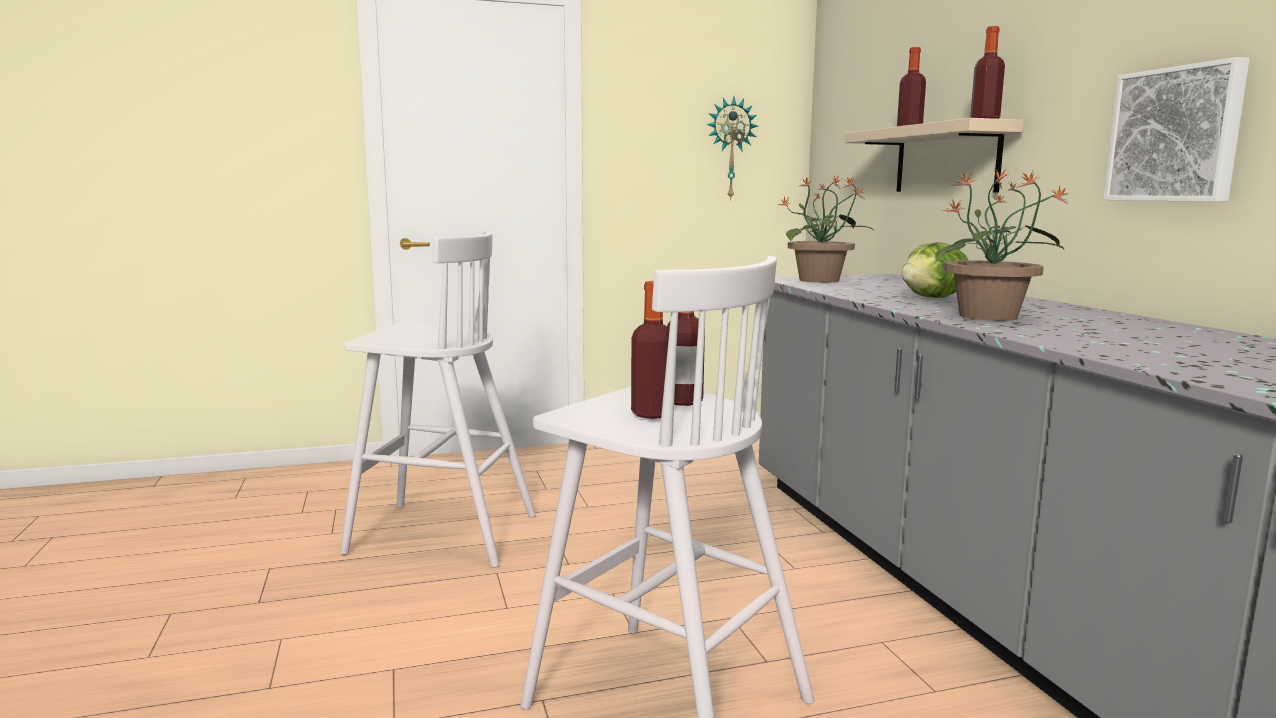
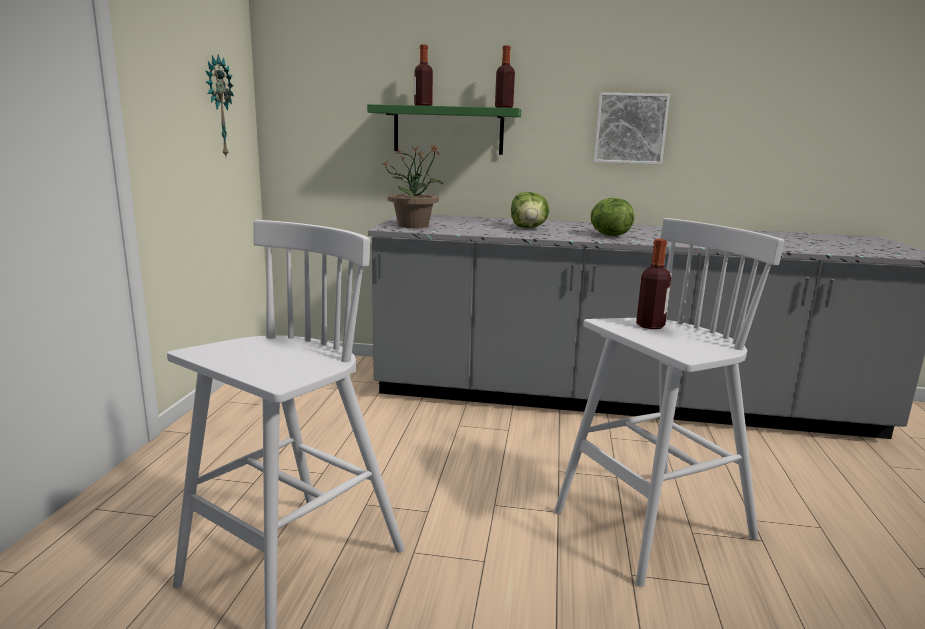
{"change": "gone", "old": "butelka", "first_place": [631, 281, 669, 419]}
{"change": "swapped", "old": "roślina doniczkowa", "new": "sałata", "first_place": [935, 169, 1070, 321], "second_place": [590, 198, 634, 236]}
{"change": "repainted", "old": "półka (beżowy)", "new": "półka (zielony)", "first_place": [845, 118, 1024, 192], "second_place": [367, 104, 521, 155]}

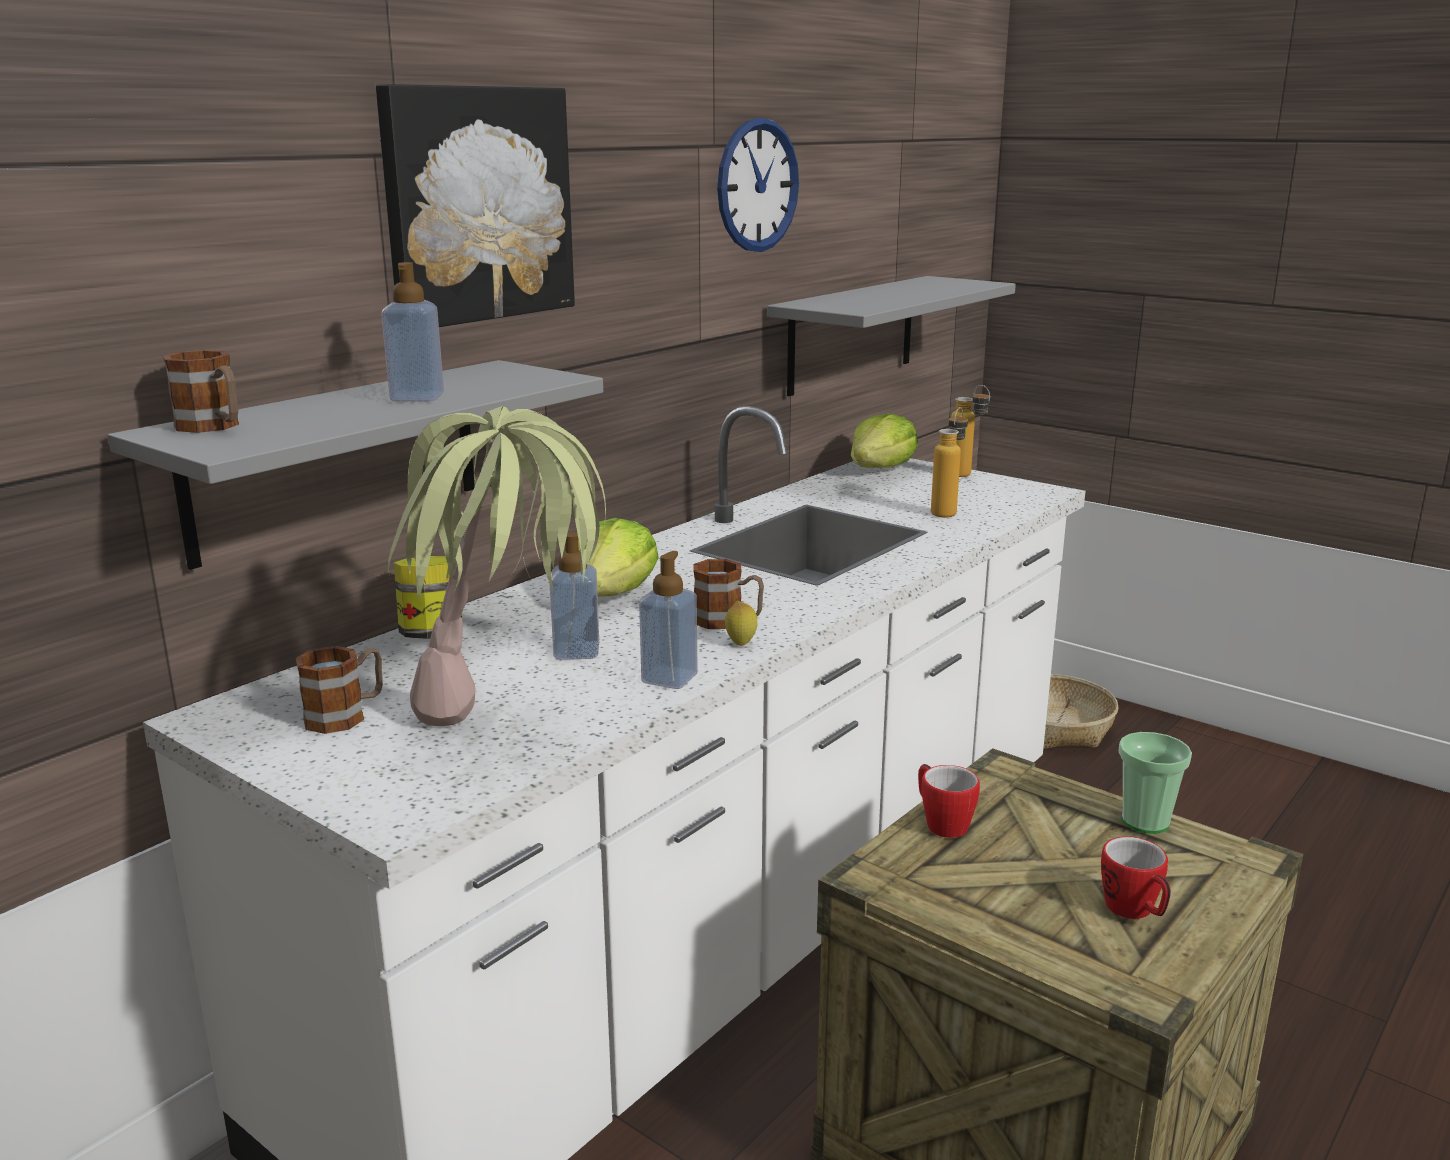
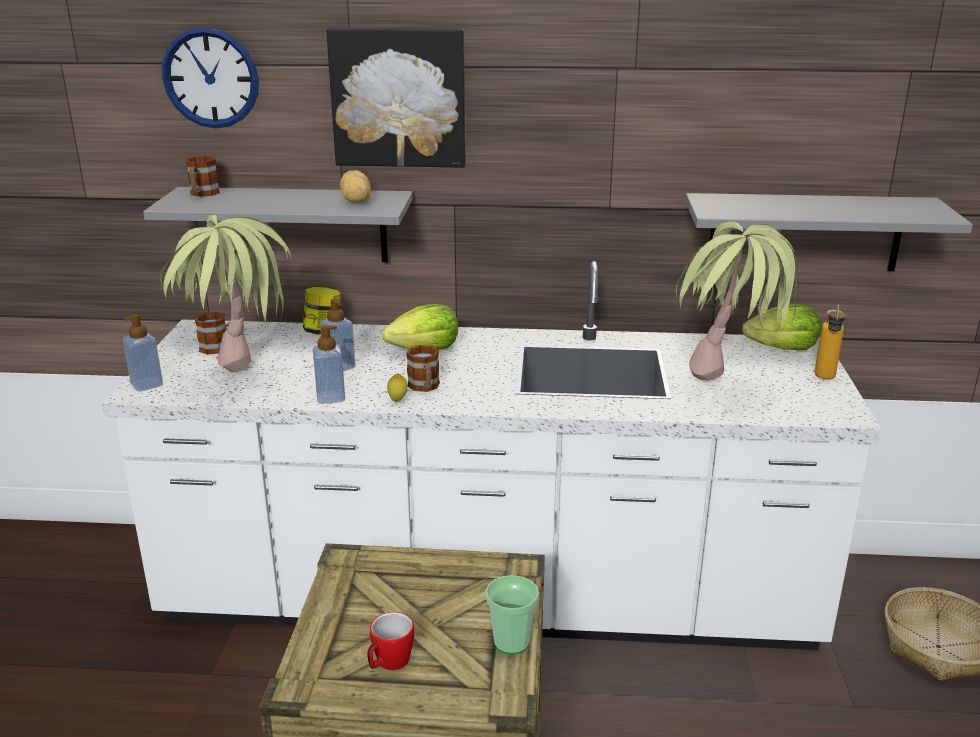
{"change": "gone", "old": "kubek", "first_place": [918, 764, 980, 838]}
{"change": "new", "new": "ziemniak", "second_place": [340, 170, 371, 203]}
{"change": "shifted", "old": "dozownik mydła", "first_place": [381, 262, 444, 401], "second_place": [123, 314, 163, 392]}
{"change": "shifted", "old": "zegar ścienny", "first_place": [717, 118, 799, 252], "second_place": [162, 27, 259, 128]}
{"change": "swapped", "old": "butelka", "new": "roślina doniczkowa", "first_place": [931, 407, 968, 518], "second_place": [676, 222, 797, 381]}

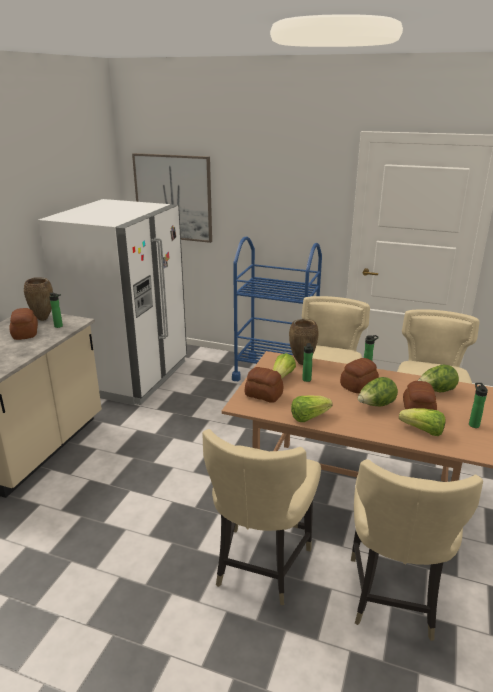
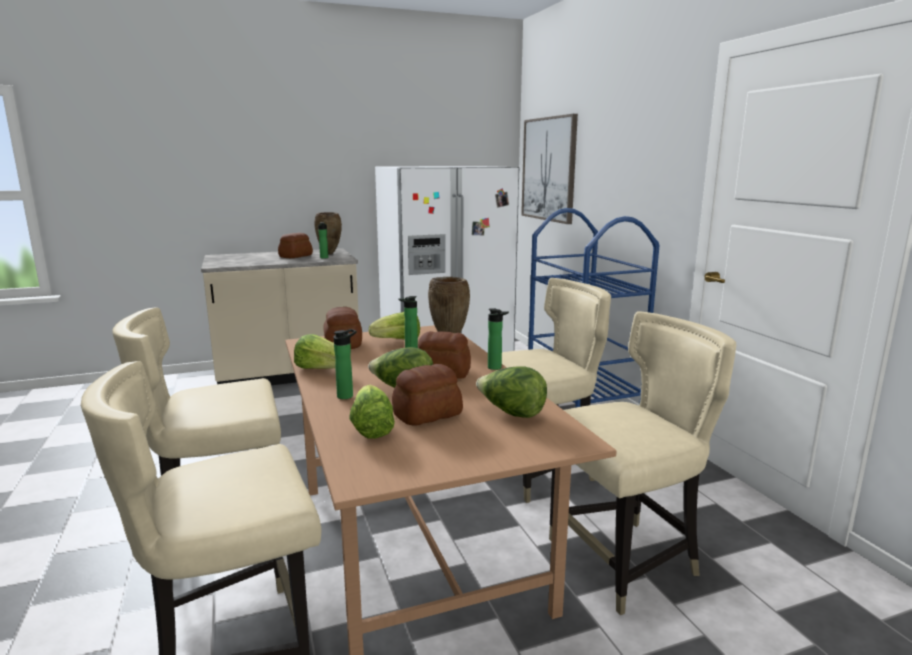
{"change": "shifted", "old": "butelka", "first_place": [469, 383, 488, 428], "second_place": [334, 329, 356, 399]}

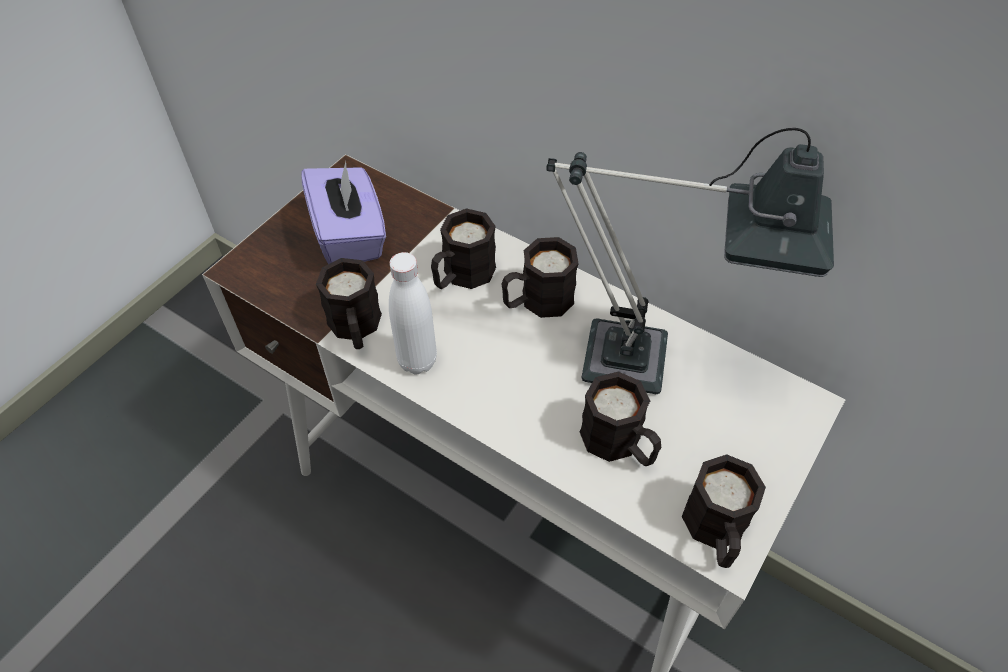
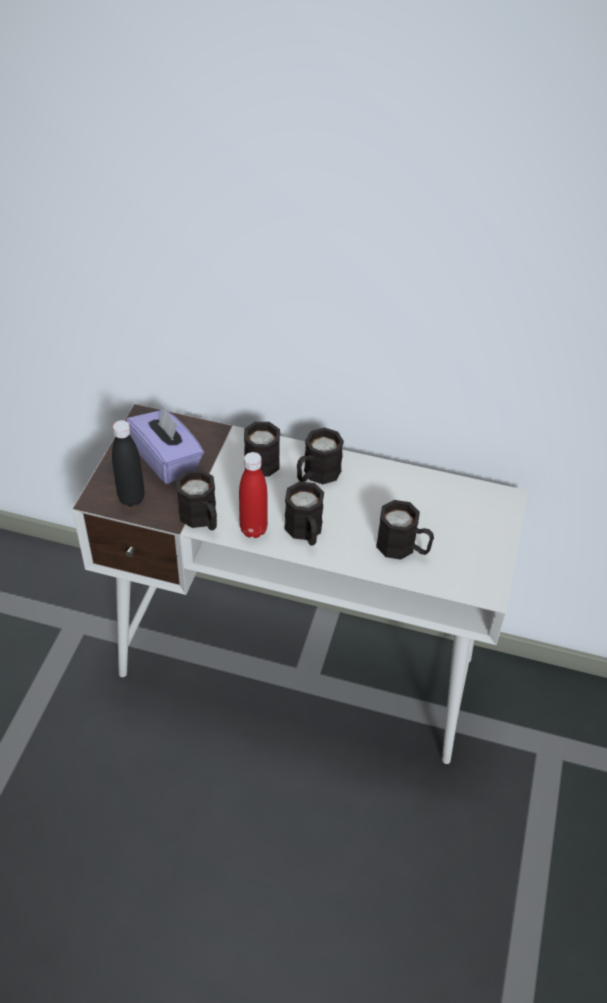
{"change": "gone", "old": "lampa stołowa", "first_place": [546, 128, 834, 394]}
{"change": "new", "new": "butelka (czarny)", "second_place": [112, 420, 145, 506]}
{"change": "shifted", "old": "kubek (czarny)", "first_place": [682, 454, 766, 568], "second_place": [284, 481, 324, 546]}
{"change": "repainted", "old": "butelka (biały)", "new": "butelka (czerwony)", "first_place": [389, 252, 437, 374], "second_place": [239, 452, 268, 538]}

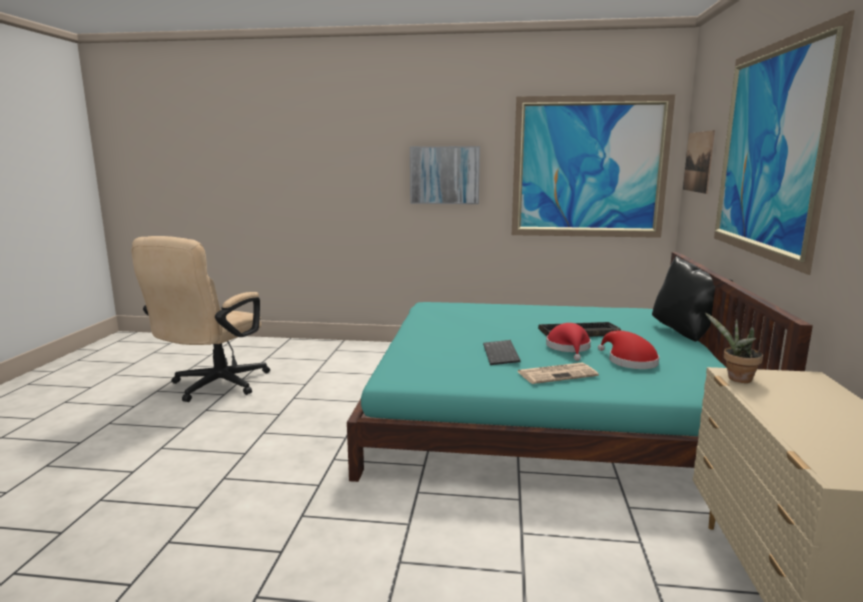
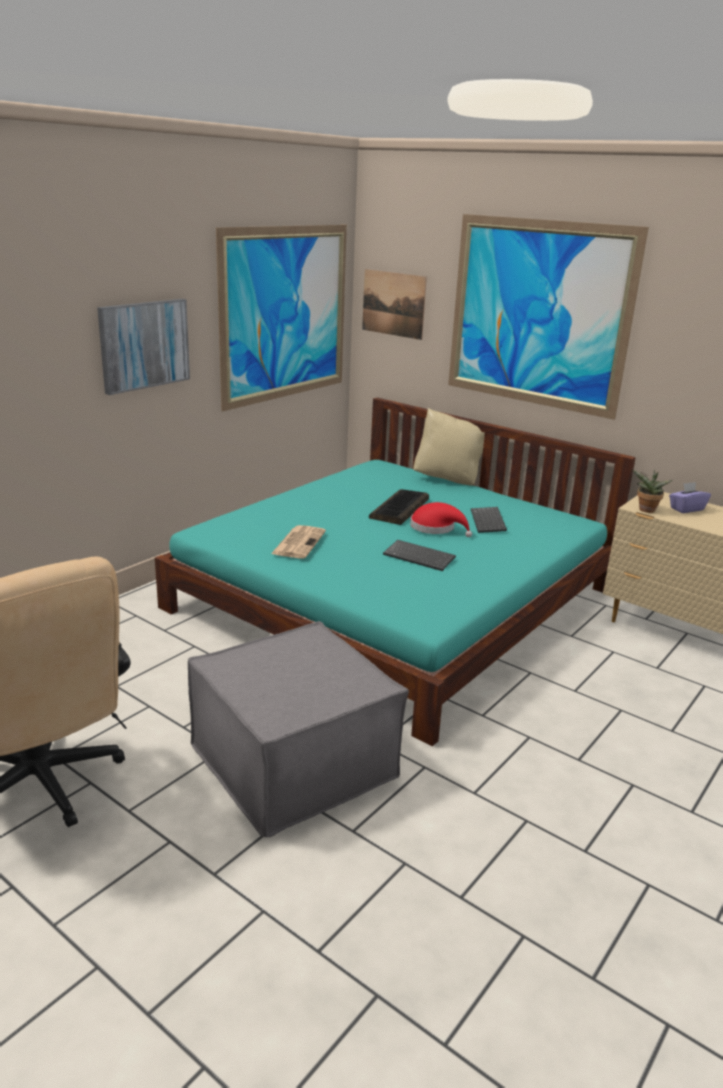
{"change": "new", "new": "pufa (szary)", "second_place": [188, 621, 409, 837]}
{"change": "new", "new": "pudełko chusteczek (fioletowy)", "second_place": [669, 482, 711, 513]}
{"change": "shifted", "old": "gazeta", "first_place": [517, 363, 599, 384], "second_place": [271, 525, 326, 559]}
{"change": "swapped", "old": "kapelusz (czerwony)", "new": "klawiatura", "first_place": [598, 331, 659, 369], "second_place": [471, 507, 507, 533]}
{"change": "repainted", "old": "poduszka (czarny)", "new": "poduszka (beżowy)", "first_place": [652, 256, 733, 342], "second_place": [413, 408, 485, 486]}

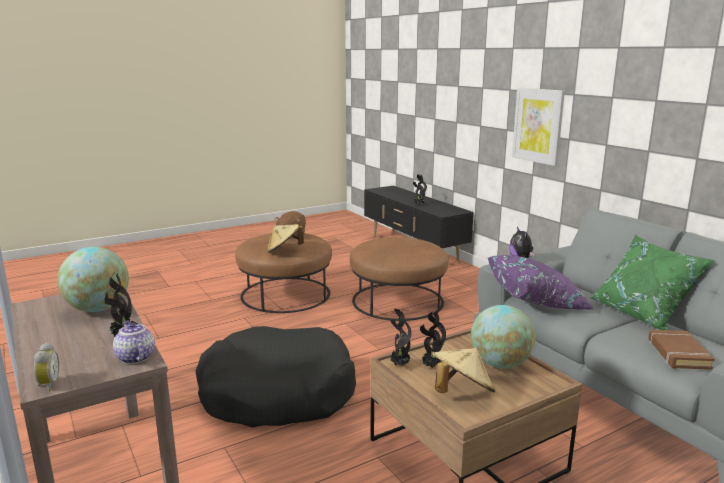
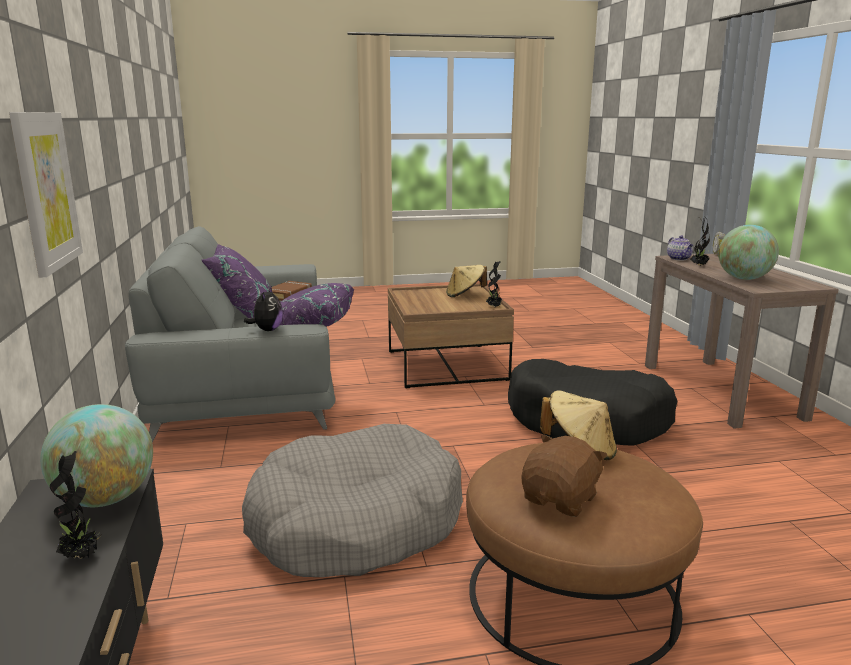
{"change": "gone", "old": "roślina doniczkowa", "first_place": [420, 311, 446, 368]}
{"change": "shifted", "old": "globus", "first_place": [471, 305, 535, 369], "second_place": [40, 404, 153, 507]}
{"change": "swapped", "old": "pufa (brązowy)", "new": "legowisko (szary)", "first_place": [350, 237, 449, 321], "second_place": [242, 424, 463, 577]}
{"change": "repainted", "old": "poduszka (zielony)", "new": "poduszka (fioletowy)", "first_place": [590, 235, 716, 330], "second_place": [202, 244, 271, 318]}

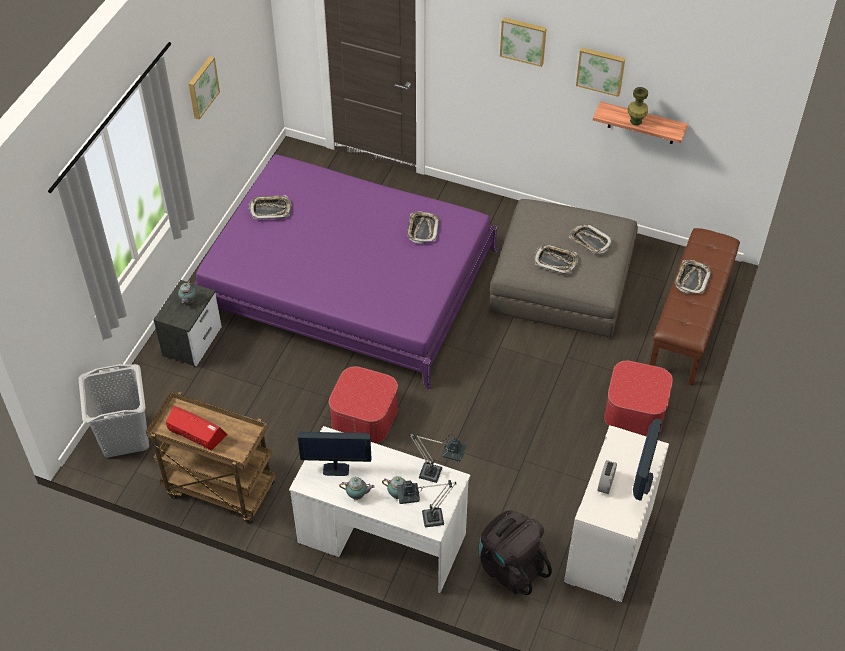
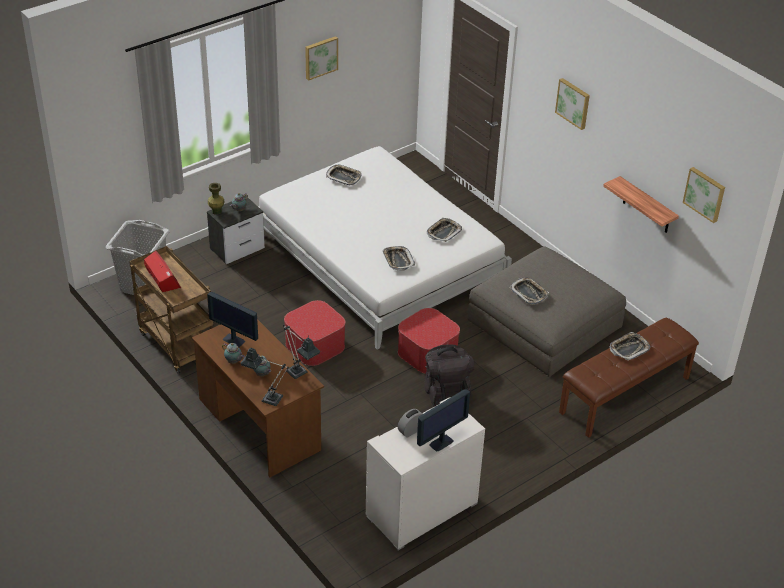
{"change": "shifted", "old": "plecak (czarny)", "first_place": [479, 510, 552, 595], "second_place": [424, 344, 474, 407]}
{"change": "shifted", "old": "taca", "first_place": [569, 224, 613, 254], "second_place": [382, 246, 415, 271]}
{"change": "shifted", "old": "obraz", "first_place": [576, 48, 625, 97], "second_place": [683, 167, 725, 223]}
{"change": "shifted", "old": "pufa", "first_place": [604, 361, 673, 437], "second_place": [398, 308, 460, 374]}
{"change": "shifted", "old": "wazon (zielony)", "first_place": [628, 87, 648, 125], "second_place": [208, 183, 225, 215]}
{"change": "repainted", "old": "łóżko (fioletowy)", "new": "łóżko (biały)", "first_place": [194, 154, 498, 390], "second_place": [258, 146, 512, 350]}
{"change": "repainted", "old": "biurko (biały)", "new": "biurko (brązowy)", "first_place": [289, 426, 470, 593], "second_place": [192, 319, 324, 478]}

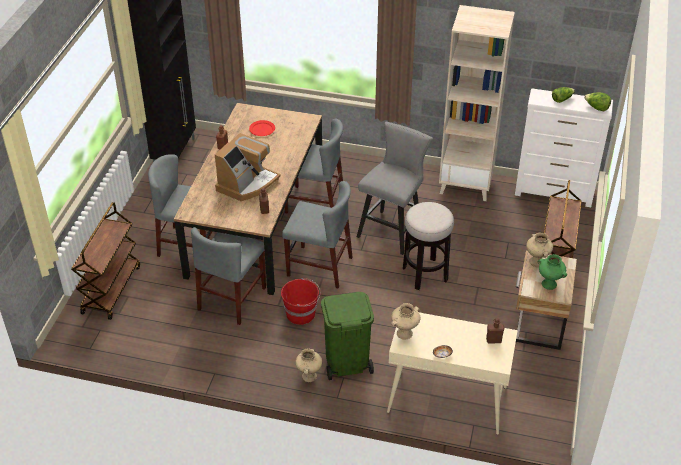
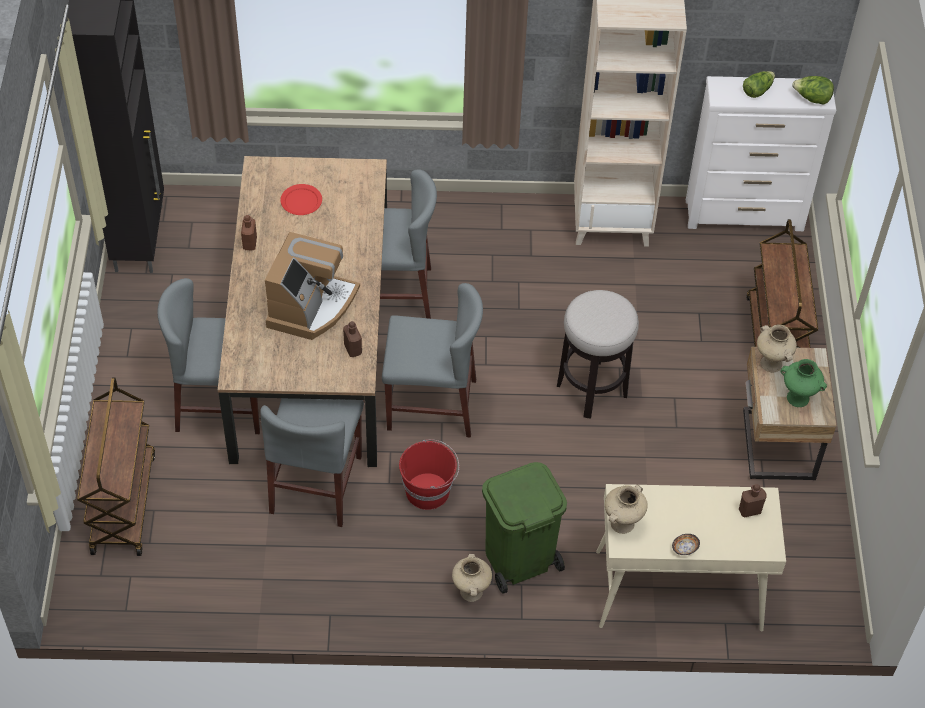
{"change": "gone", "old": "stołek (szary)", "first_place": [357, 122, 433, 255]}

